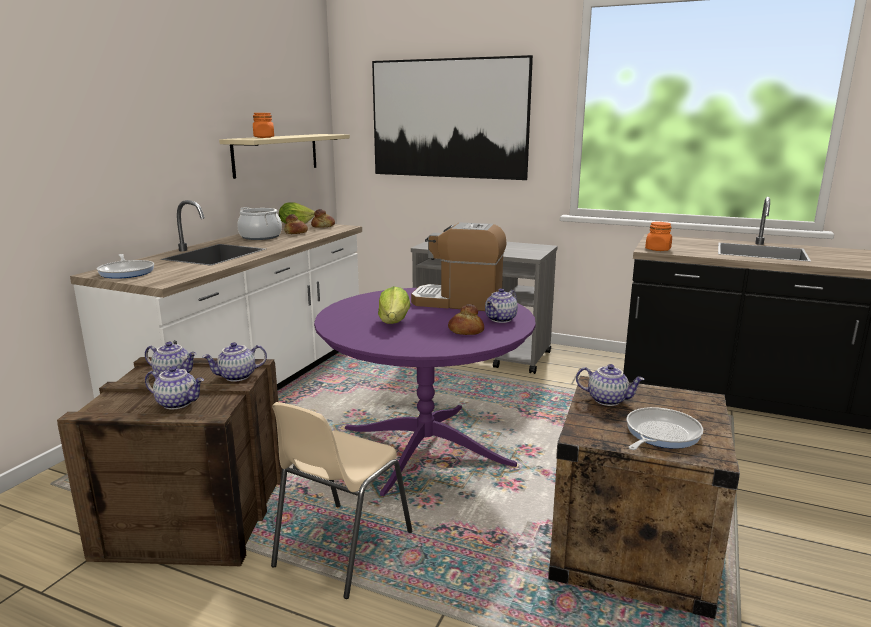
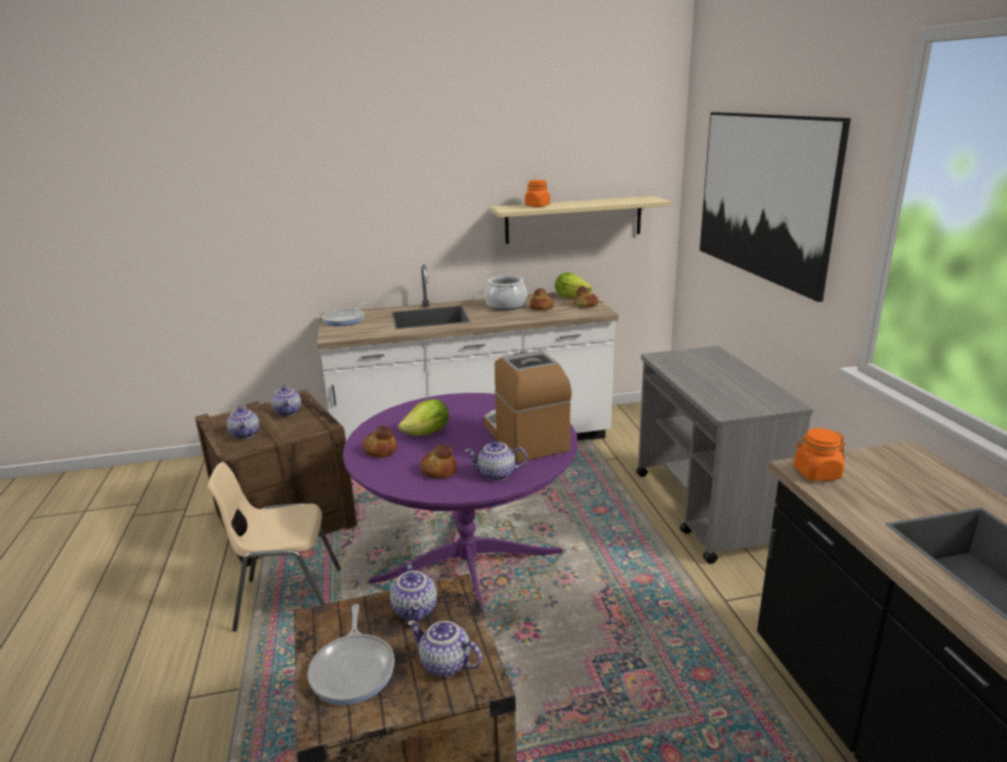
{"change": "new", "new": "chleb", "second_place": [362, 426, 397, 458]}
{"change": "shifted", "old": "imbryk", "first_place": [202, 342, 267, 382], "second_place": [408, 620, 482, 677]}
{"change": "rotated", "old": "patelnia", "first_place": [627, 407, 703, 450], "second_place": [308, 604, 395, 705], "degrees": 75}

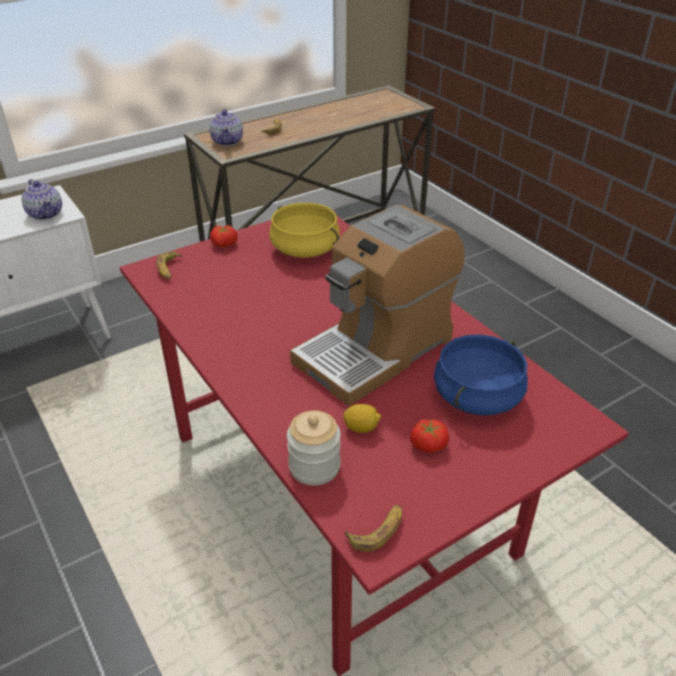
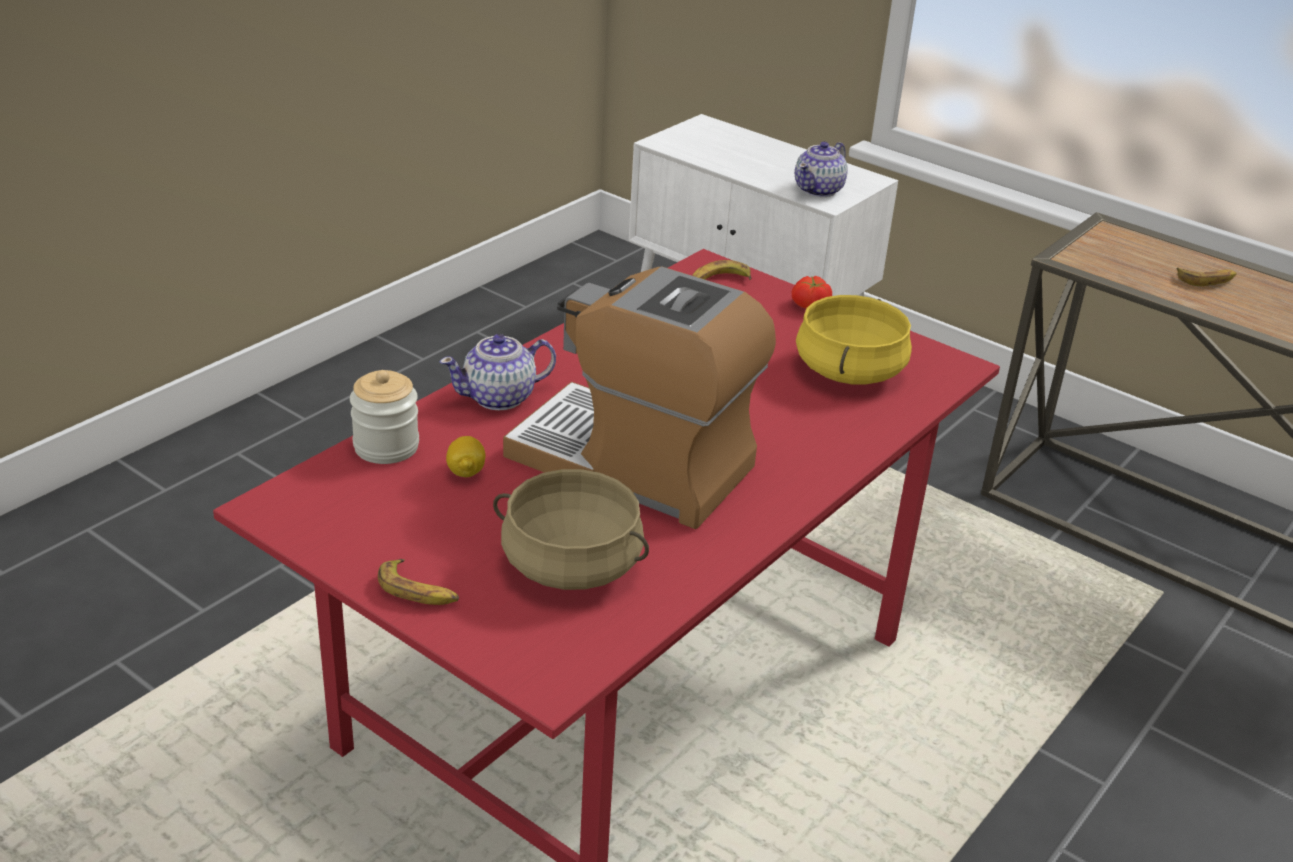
{"change": "gone", "old": "pomidor", "first_place": [410, 419, 449, 453]}
{"change": "shifted", "old": "imbryk", "first_place": [209, 109, 243, 146], "second_place": [440, 334, 556, 410]}
{"change": "shifted", "old": "banan", "first_place": [345, 505, 402, 552], "second_place": [378, 559, 459, 605]}
{"change": "repainted", "old": "garnek (niebieski)", "new": "garnek (beżowy)", "first_place": [434, 334, 528, 415], "second_place": [493, 469, 649, 590]}

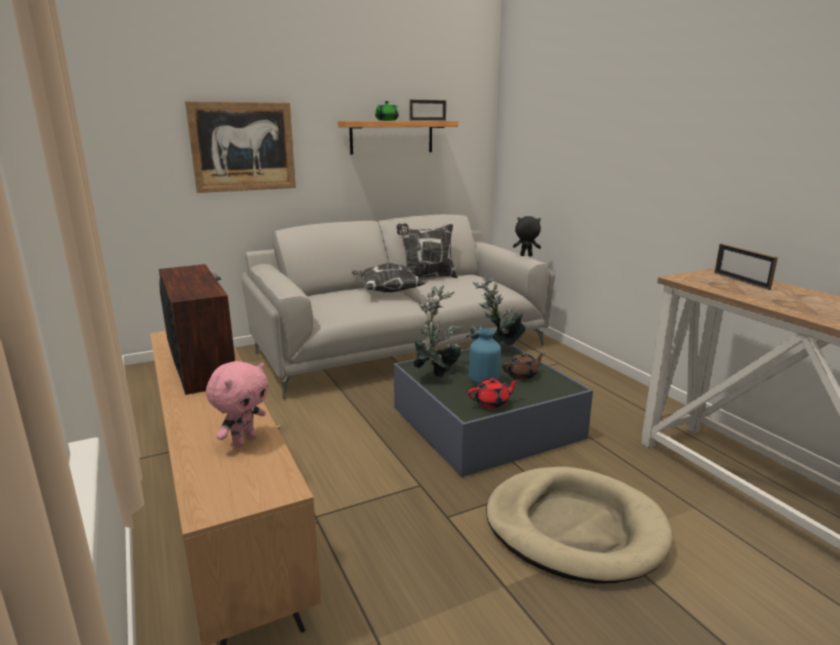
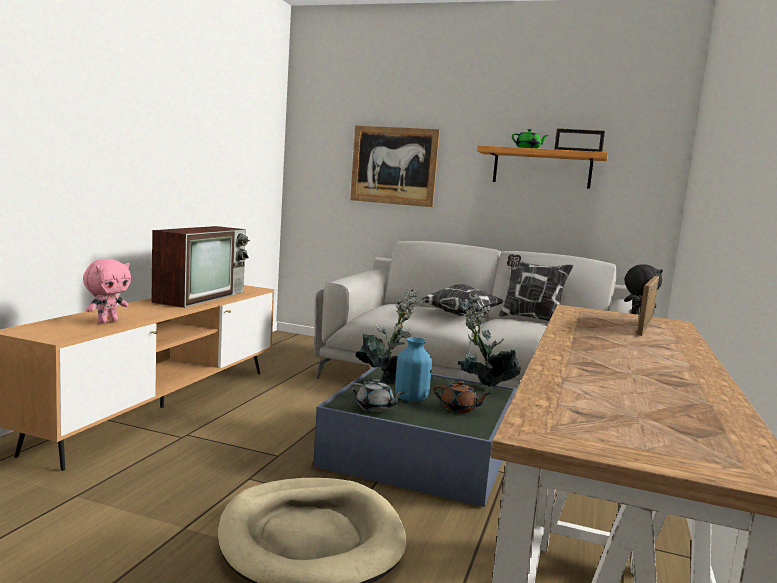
{"change": "repainted", "old": "imbryk (czerwony)", "new": "imbryk (szary)", "first_place": [468, 378, 519, 408], "second_place": [351, 379, 406, 412]}
{"change": "rotated", "old": "pluszak (różowy)", "first_place": [206, 361, 269, 448], "second_place": [83, 259, 131, 324], "degrees": -45}

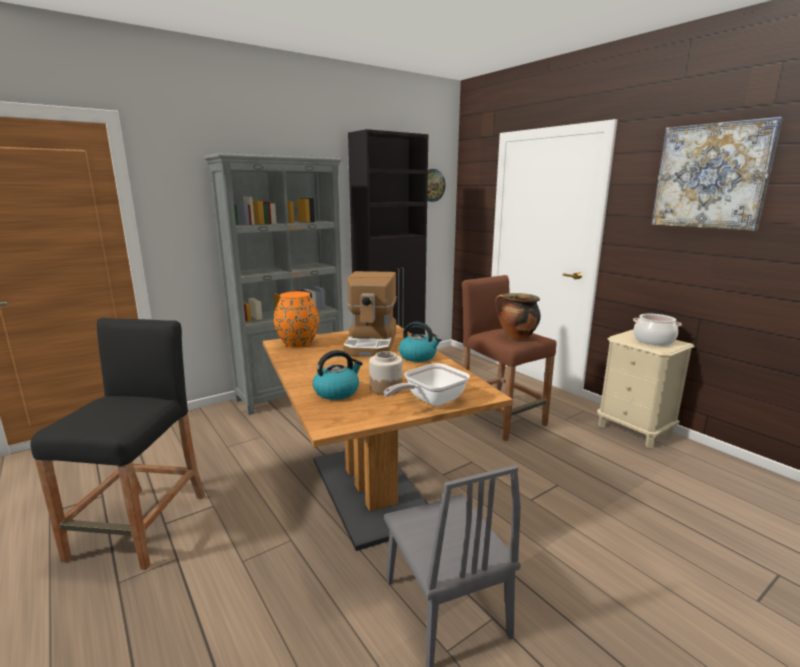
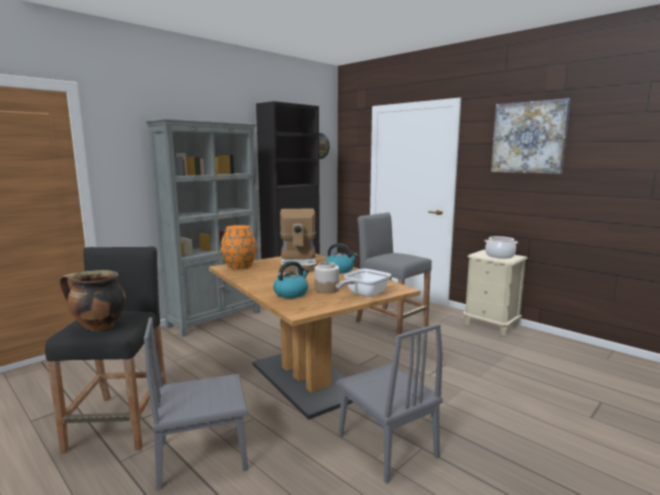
{"change": "new", "new": "krzesło (szary)", "second_place": [144, 317, 248, 490]}
{"change": "shifted", "old": "garnek", "first_place": [495, 293, 541, 340], "second_place": [59, 270, 126, 331]}
{"change": "repainted", "old": "stołek (brązowy)", "new": "stołek (szary)", "first_place": [462, 275, 557, 441], "second_place": [356, 212, 432, 335]}

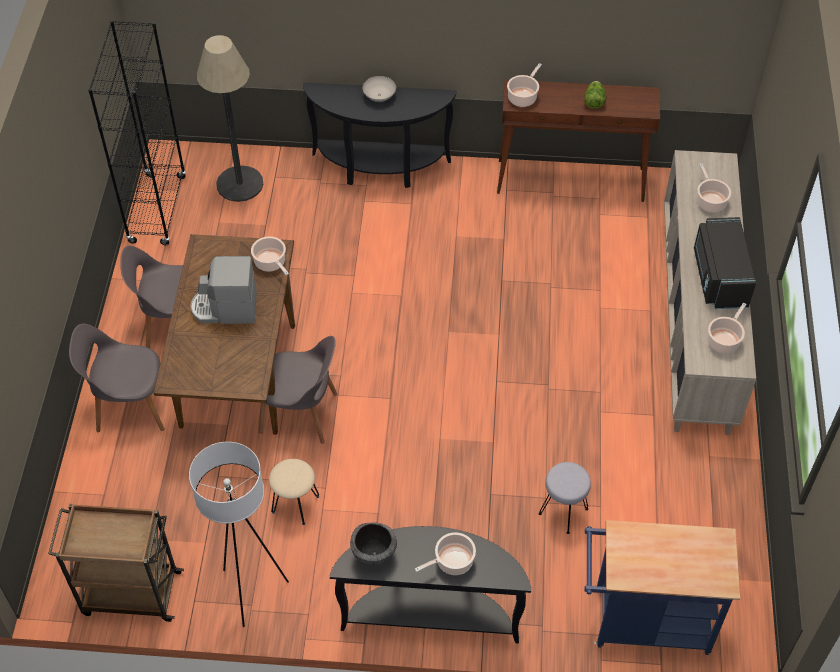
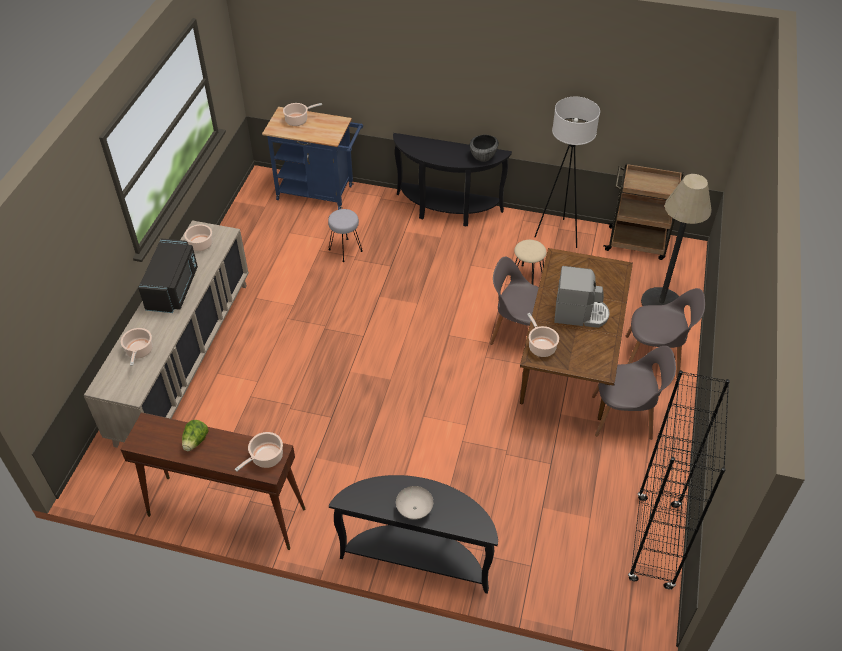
{"change": "shifted", "old": "lampa stojąca", "first_place": [197, 35, 263, 202], "second_place": [641, 174, 712, 306]}
{"change": "shifted", "old": "garnek", "first_place": [415, 532, 476, 575], "second_place": [283, 103, 322, 126]}

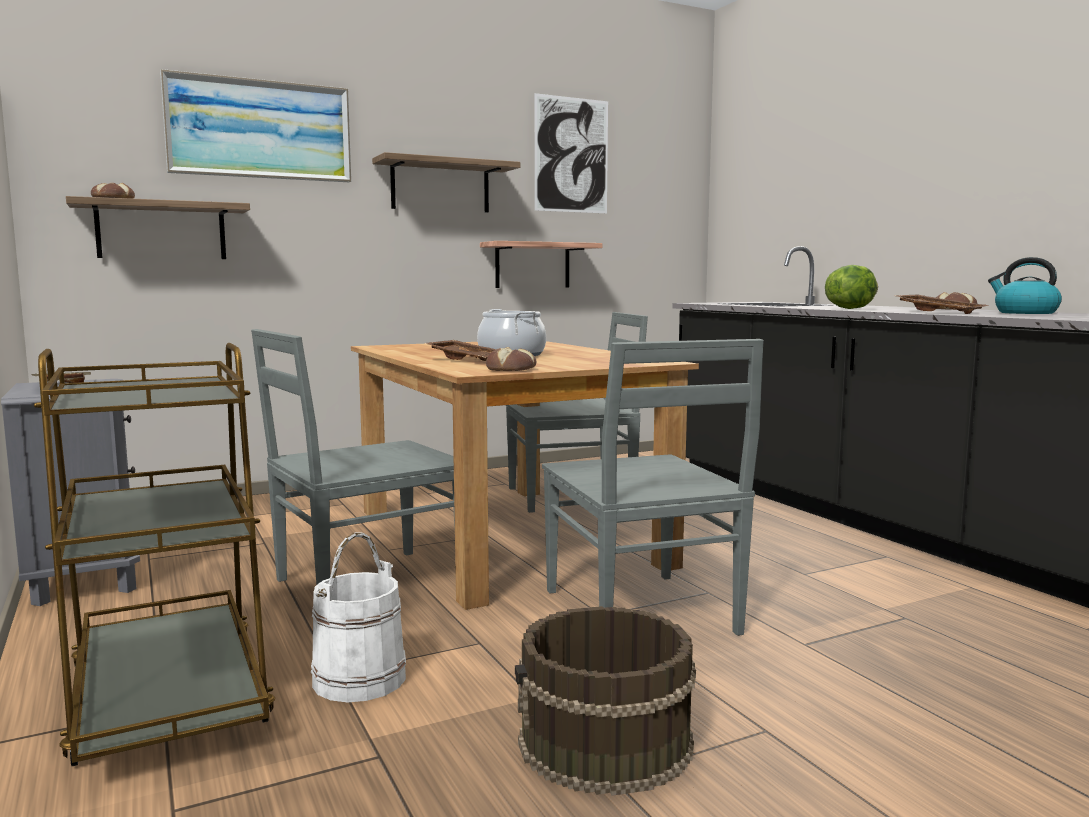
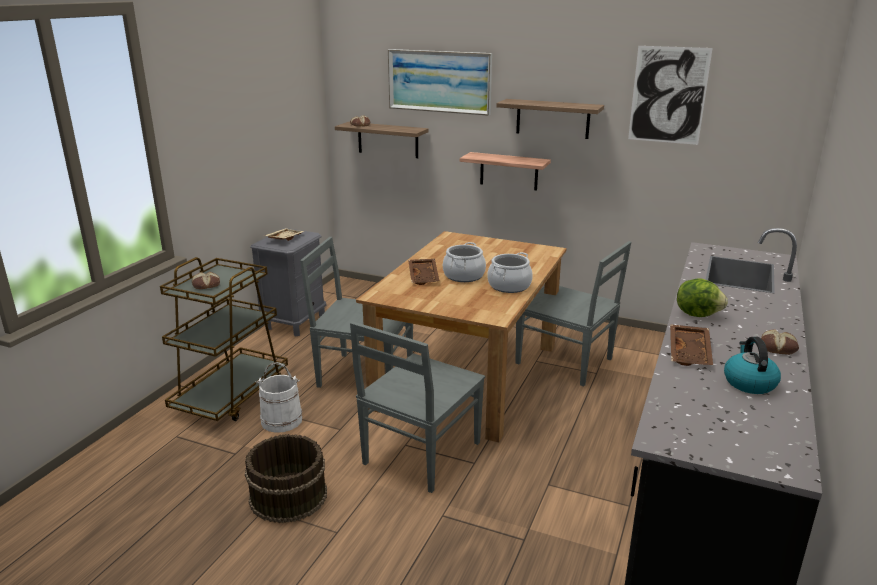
{"change": "new", "new": "garnek", "second_place": [488, 252, 533, 293]}
{"change": "shifted", "old": "półka", "first_place": [480, 241, 603, 288], "second_place": [460, 152, 551, 190]}
{"change": "shifted", "old": "chleb", "first_place": [486, 347, 537, 371], "second_place": [192, 272, 220, 289]}

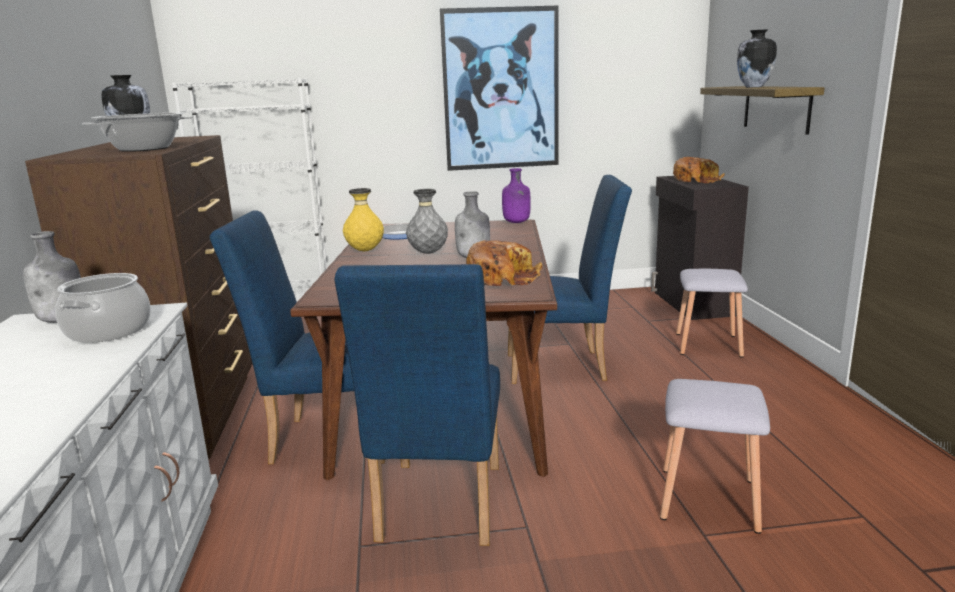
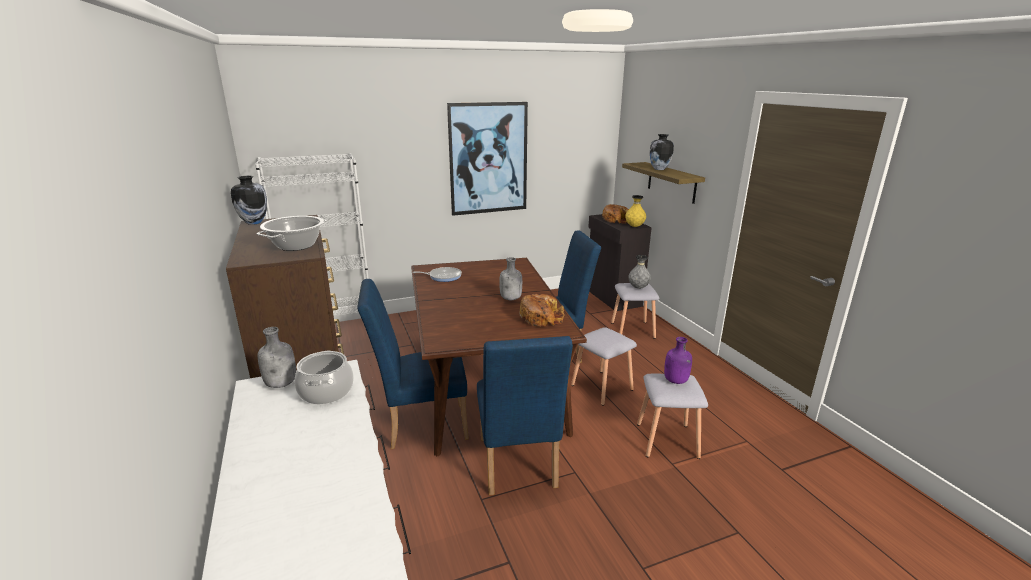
{"change": "new", "new": "stołek (szary)", "second_place": [571, 327, 637, 406]}
{"change": "shifted", "old": "wazon (żółty)", "first_place": [343, 188, 384, 251], "second_place": [626, 195, 646, 227]}
{"change": "shifted", "old": "wazon (szary)", "first_place": [406, 189, 448, 254], "second_place": [628, 255, 651, 289]}
{"change": "shifted", "old": "butelka (fioletowy)", "first_place": [502, 168, 531, 223], "second_place": [664, 337, 692, 384]}

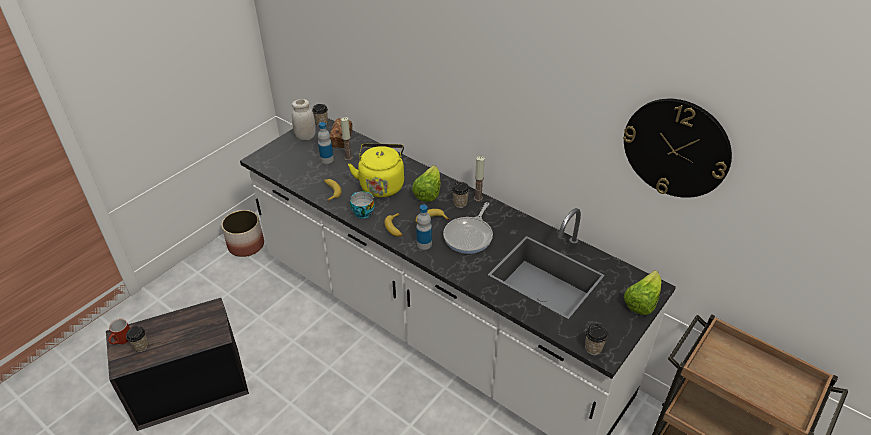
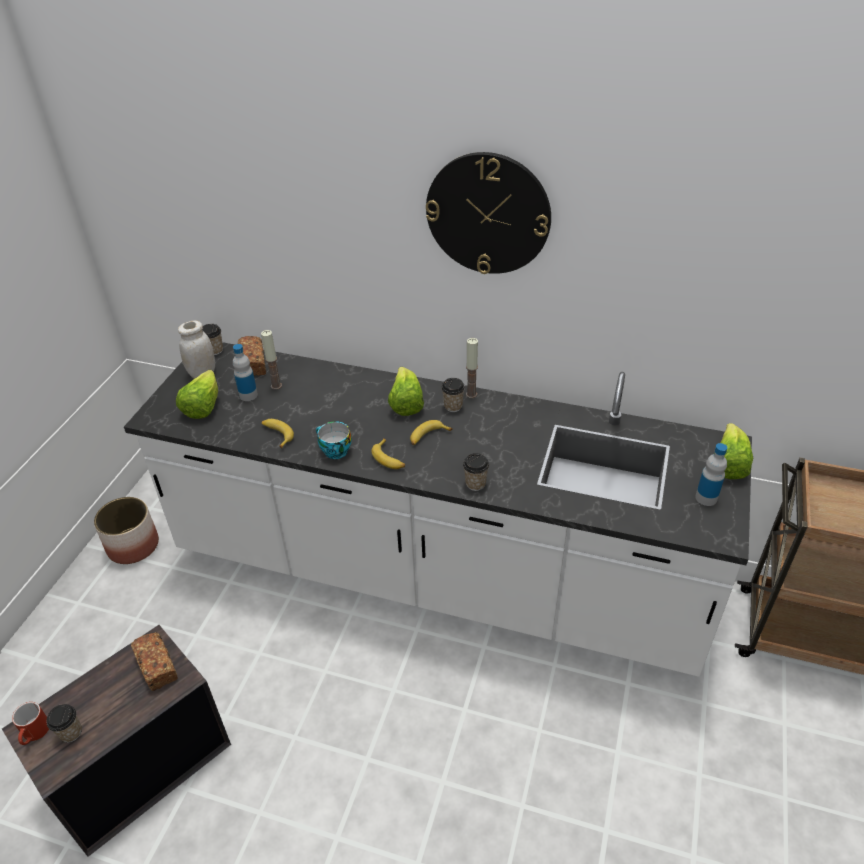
{"change": "gone", "old": "czajnik (żółty)", "first_place": [348, 144, 404, 197]}
{"change": "gone", "old": "patelnia", "first_place": [443, 202, 493, 254]}
{"change": "new", "new": "chleb", "second_place": [131, 632, 178, 691]}
{"change": "new", "new": "sałata", "second_place": [176, 370, 218, 419]}
{"change": "shifted", "old": "butelka", "first_place": [416, 204, 432, 250], "second_place": [695, 443, 727, 506]}
{"change": "shifted", "old": "filiżanka", "first_place": [585, 324, 608, 355], "second_place": [463, 453, 489, 491]}
{"change": "shifted", "old": "zegar ścienny", "first_place": [623, 99, 732, 198], "second_place": [426, 152, 551, 274]}

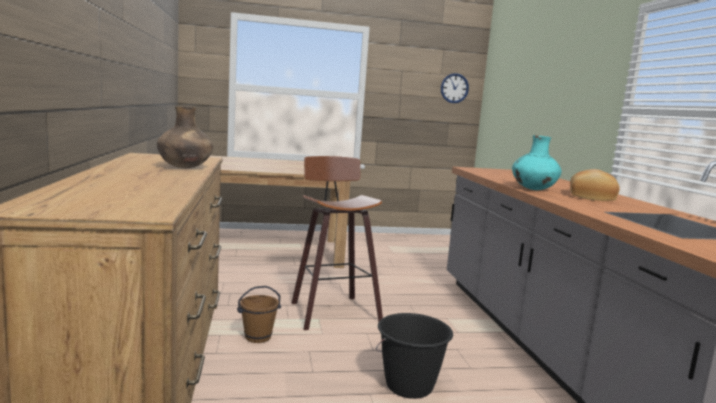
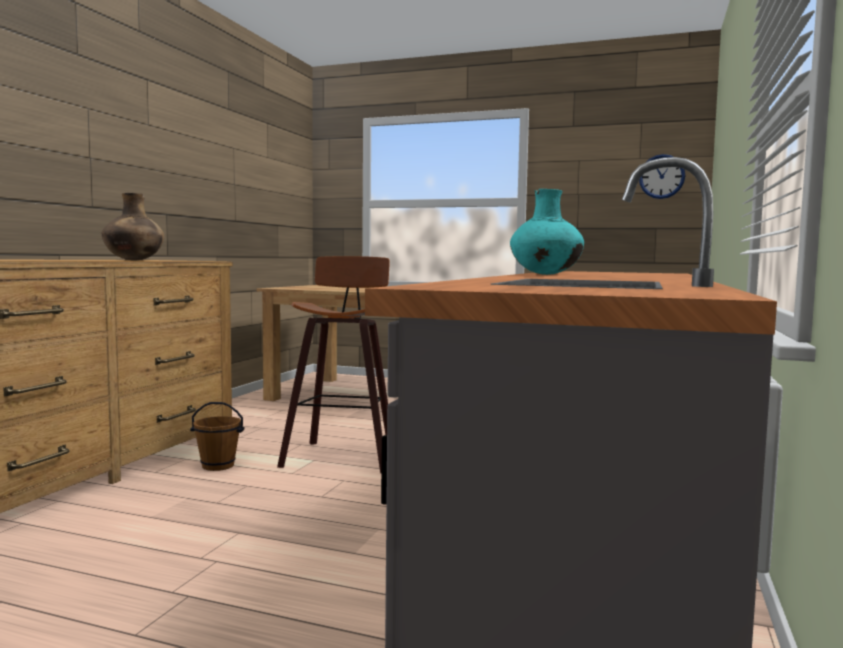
{"change": "gone", "old": "wiadro (czarny)", "first_place": [376, 313, 453, 399]}
{"change": "gone", "old": "chleb", "first_place": [570, 169, 620, 201]}

